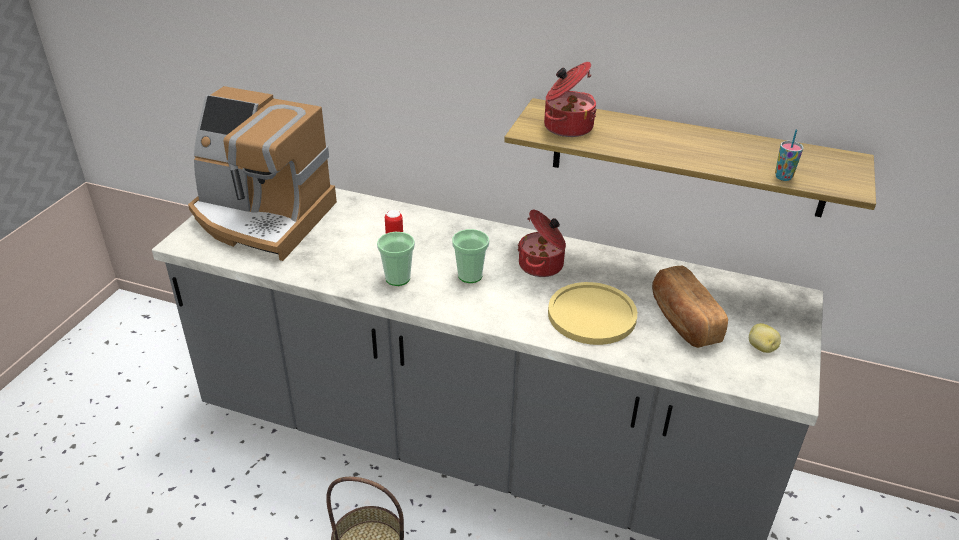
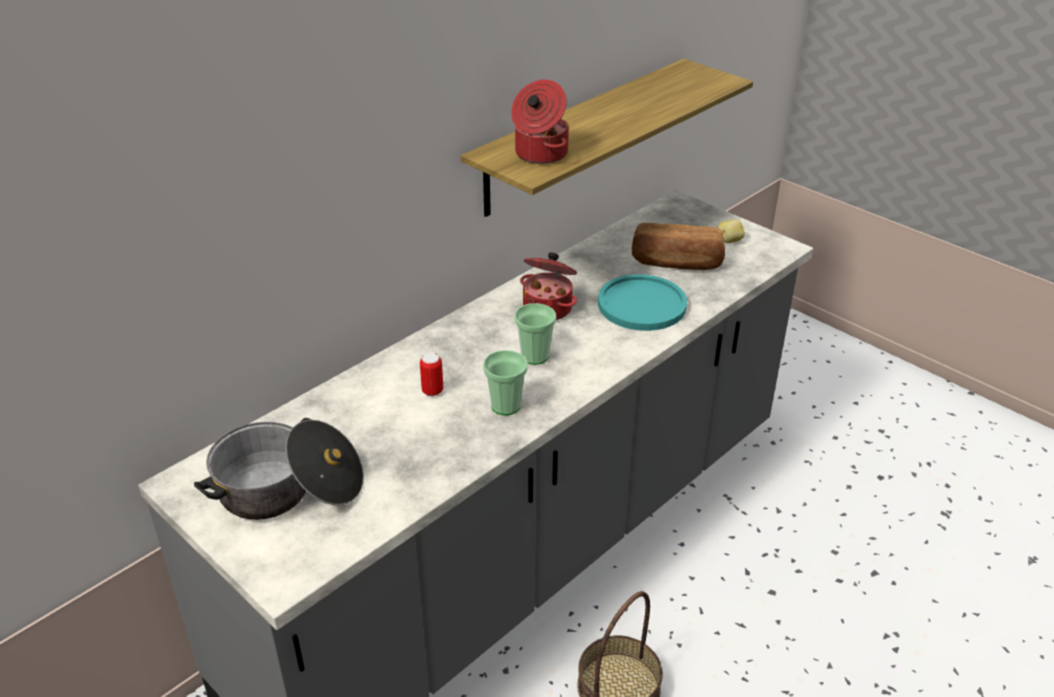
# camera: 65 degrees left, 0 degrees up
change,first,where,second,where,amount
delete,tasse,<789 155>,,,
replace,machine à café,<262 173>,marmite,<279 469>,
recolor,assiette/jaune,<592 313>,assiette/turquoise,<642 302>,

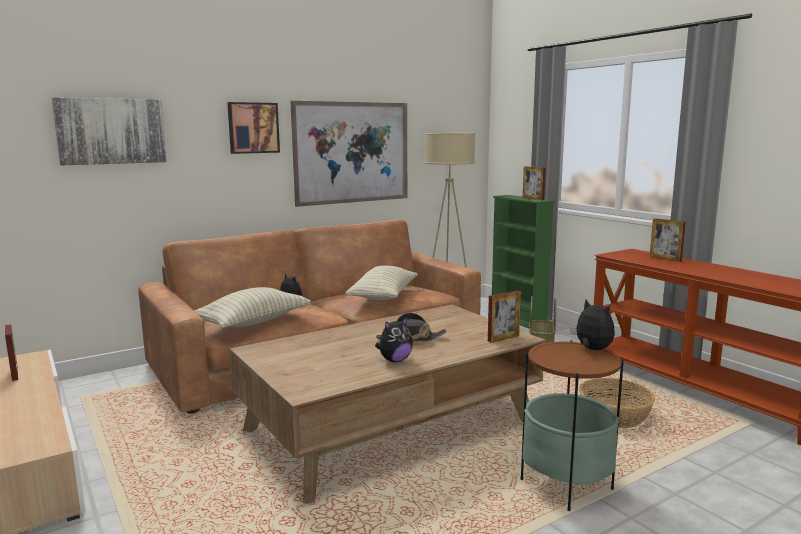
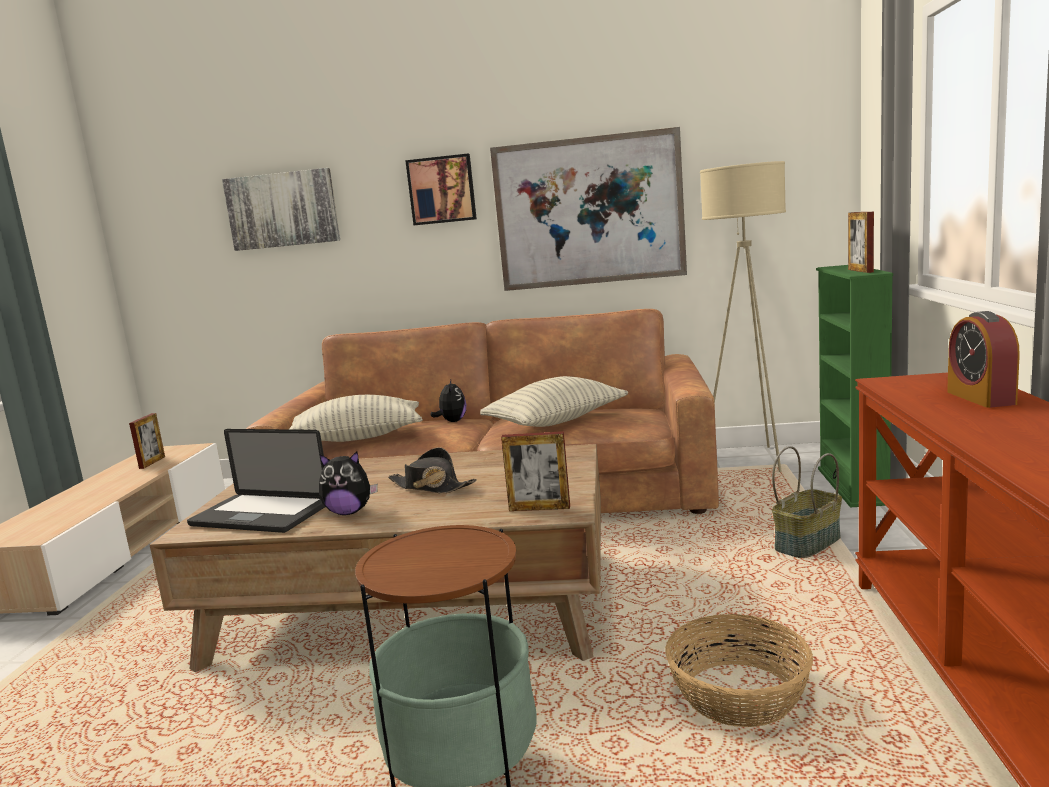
# camera: 40 degrees right, 0 degrees up
change,first,where,second,where,amount
delete,peluche,<592 324>,,,
insert,,,ordinateur portable,<256 481>,
replace,cadre photo,<668 240>,réveil,<983 359>,

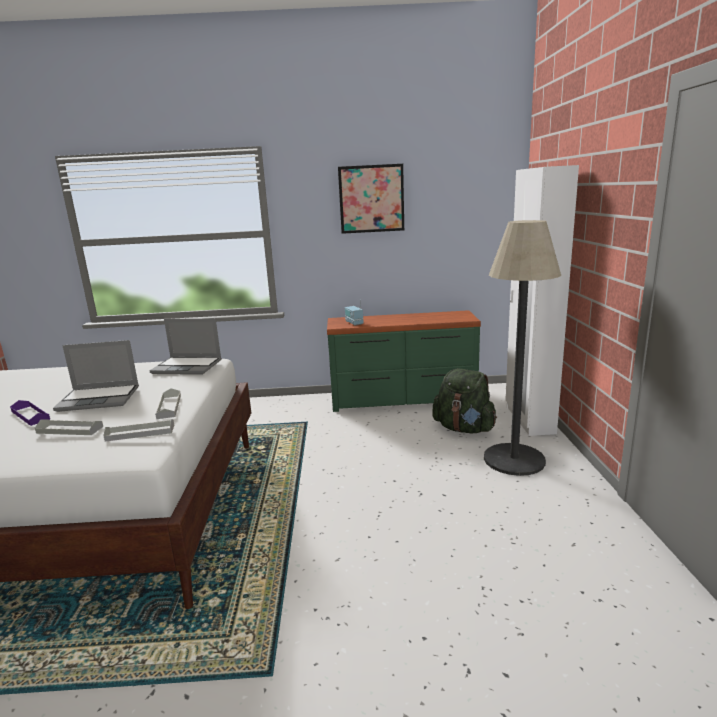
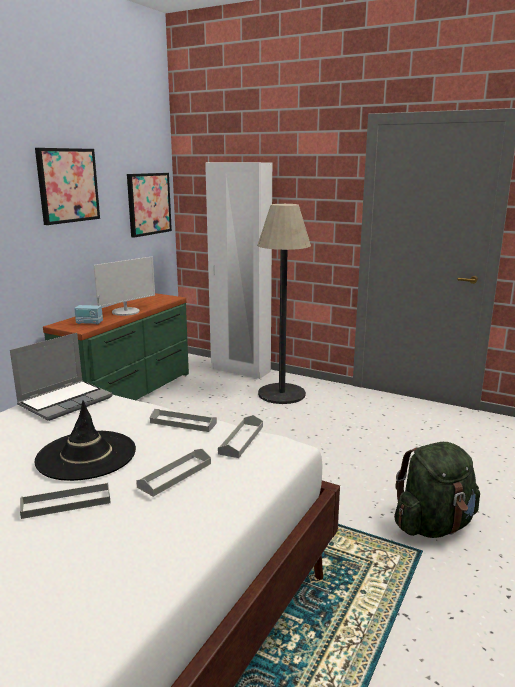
# camera: 60 degrees left, 0 degrees up
change,first,where,second,where,amount
insert,,,écran d'ordinateur,<124 286>,
insert,,,tableau,<149 205>,
move,sac à dos/vert,<464 401>,,<437 490>,
replace,ordinateur portable,<96 376>,chapeau/noir,<85 440>,
recolor,plateau/violet,<30 413>,plateau/gris,<65 500>,

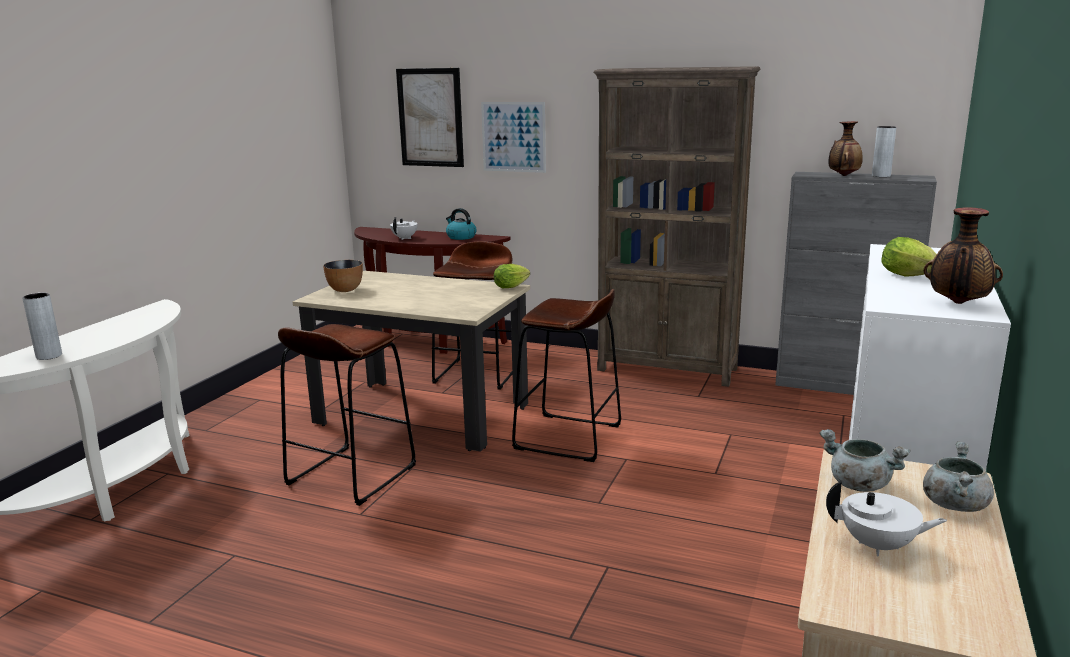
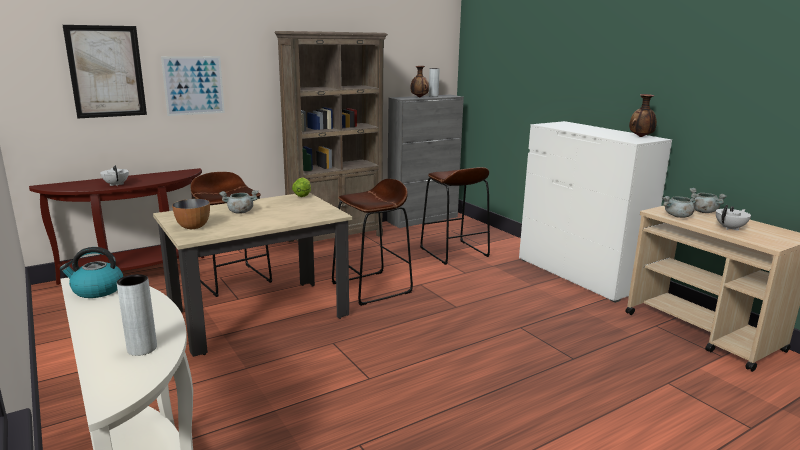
# camera: 55 degrees left, 0 degrees up
change,first,where,second,where,amount
delete,laitue,<909 257>,,,
insert,,,marmite/gris,<238 202>,
move,tabouret/marron,<347 415>,,<455 216>,
move,bouilloire,<461 224>,,<91 272>,

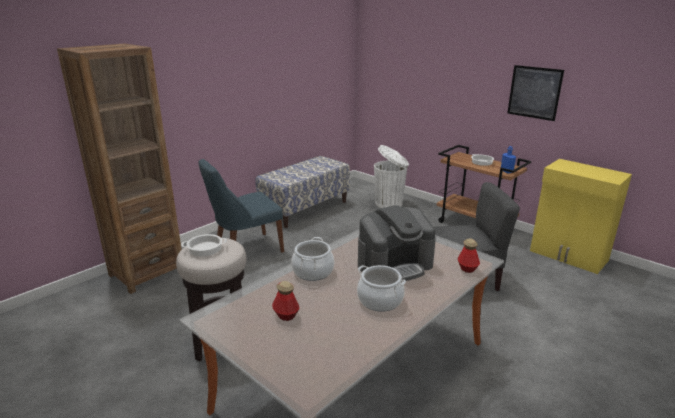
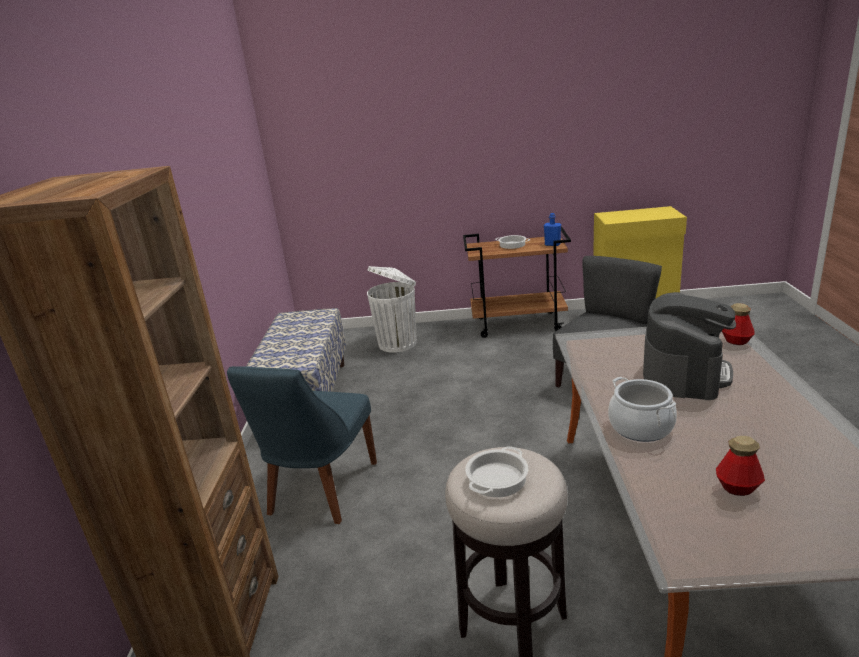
# camera: 40 degrees left, 0 degrees up
change,first,where,second,where,amount
delete,marmite,<381 288>,,,
delete,tableau,<535 93>,,,

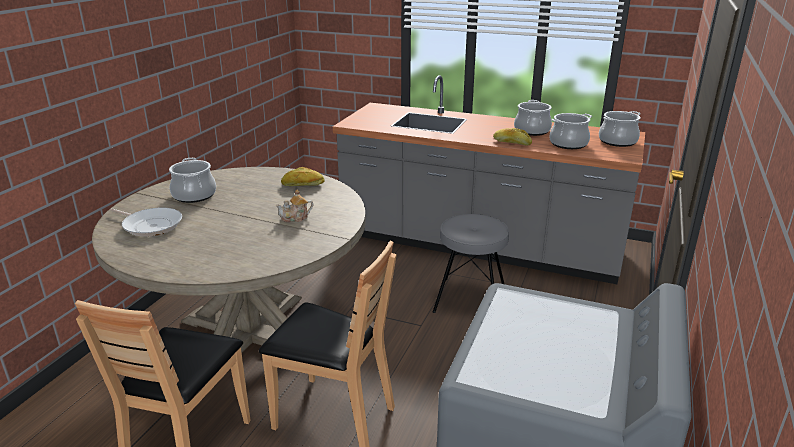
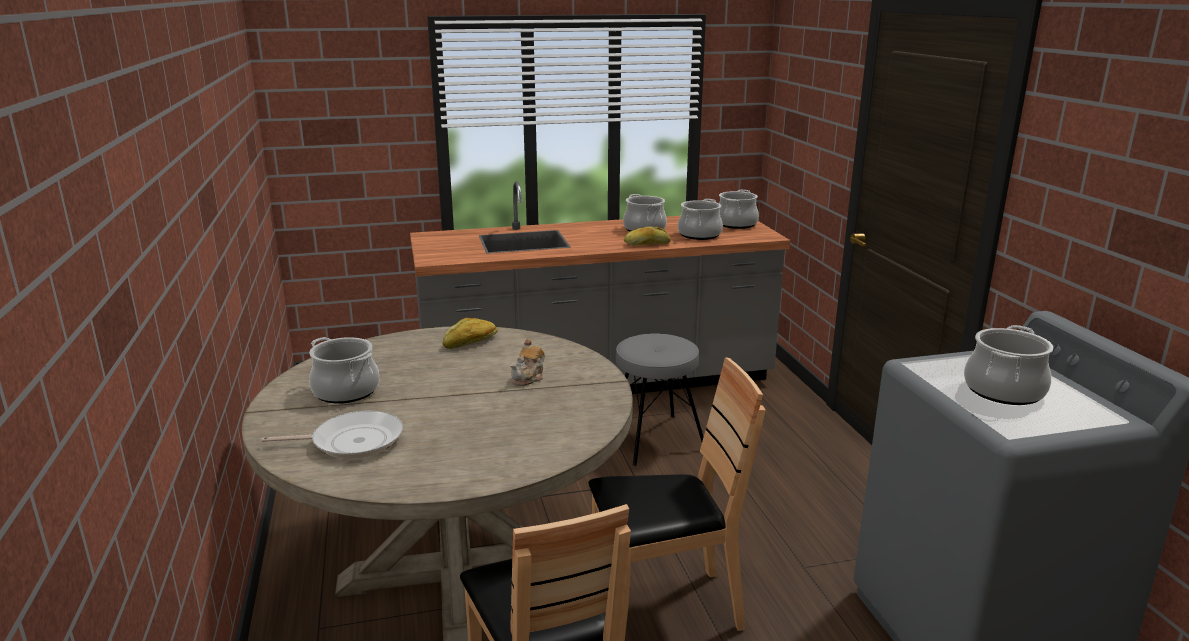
# camera: 35 degrees left, 5 degrees down
change,first,where,second,where,amount
insert,,,marmite,<1008 365>,

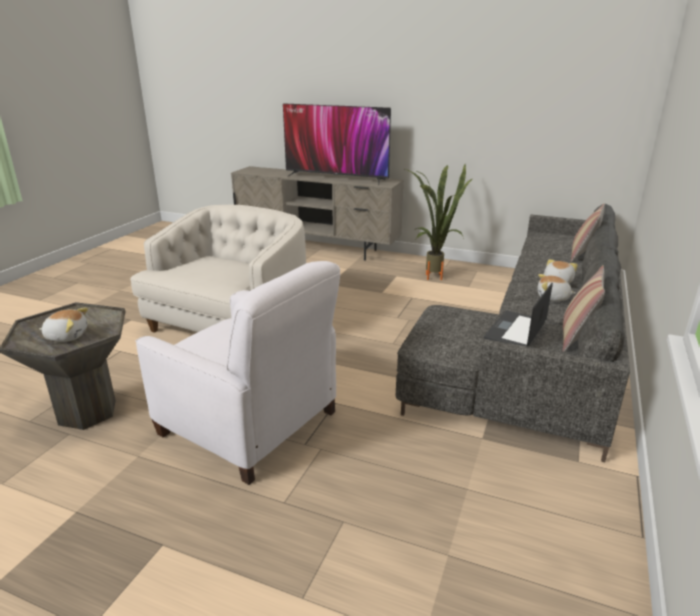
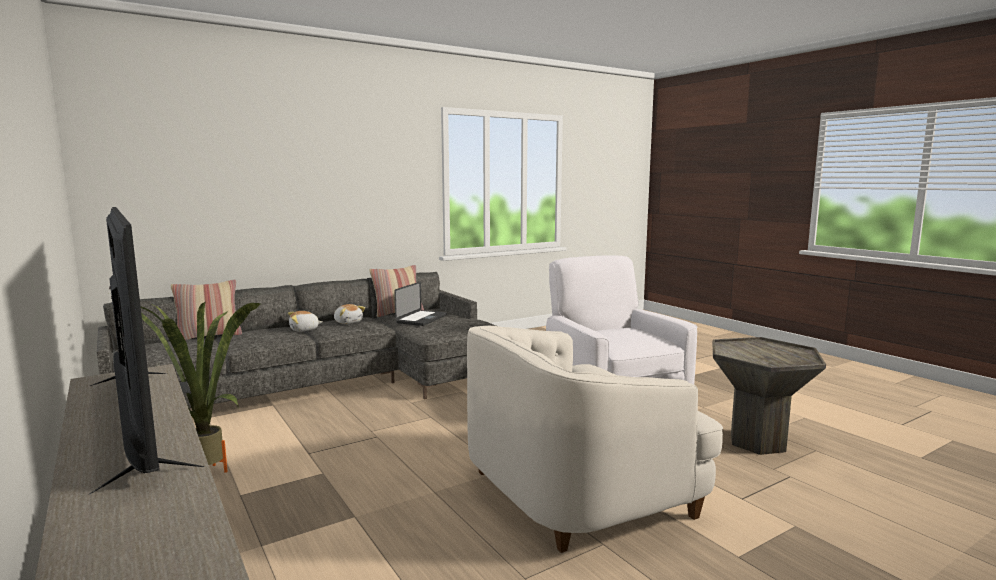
# camera: 145 degrees left, 15 degrees down
change,first,where,second,where,amount
delete,peluche,<63 325>,,,
rotate,ordinateur portable,<518 315>,,<421 304>,45 degrees counterclockwise

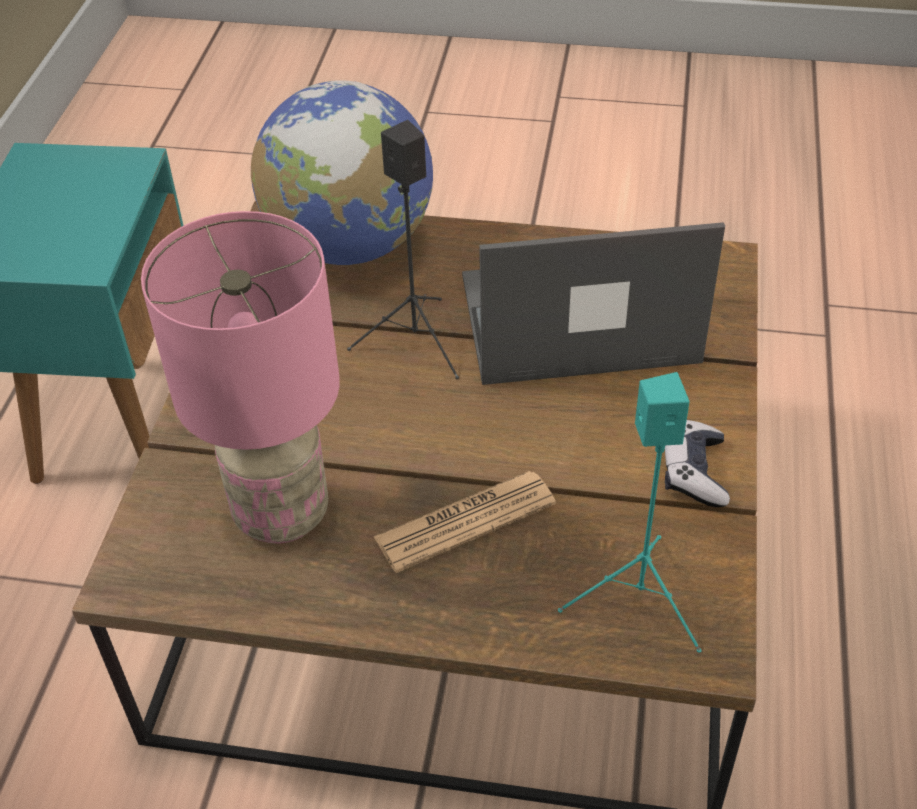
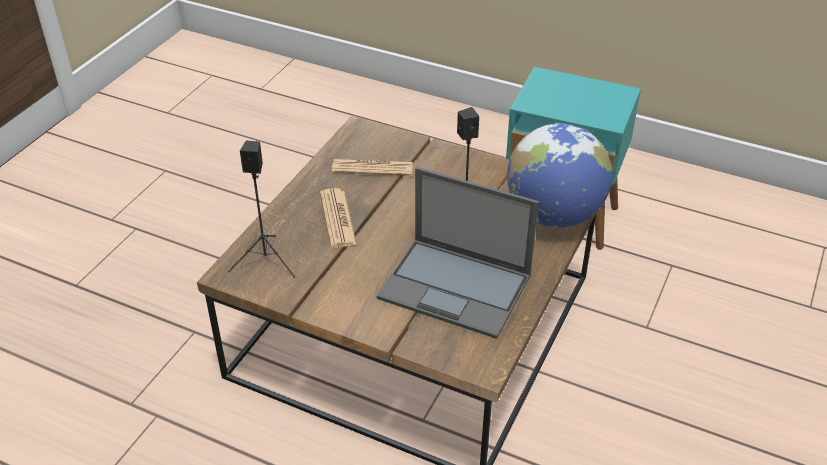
# camera: 105 degrees right, 5 degrees down
change,first,where,second,where,amount
delete,manette,<697 463>,,,
replace,lampe de table/rose,<240 377>,journal,<372 167>,
recolor,enceinte/turquoise,<630 512>,enceinte/noir,<261 209>,
rotate,ordinateur portable,<593 303>,,<458 253>,105 degrees clockwise

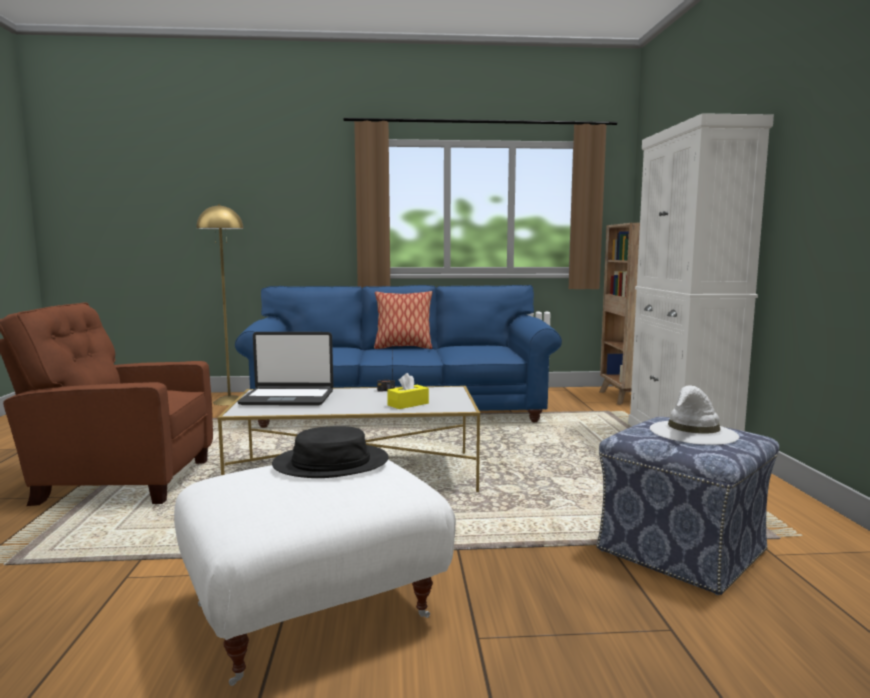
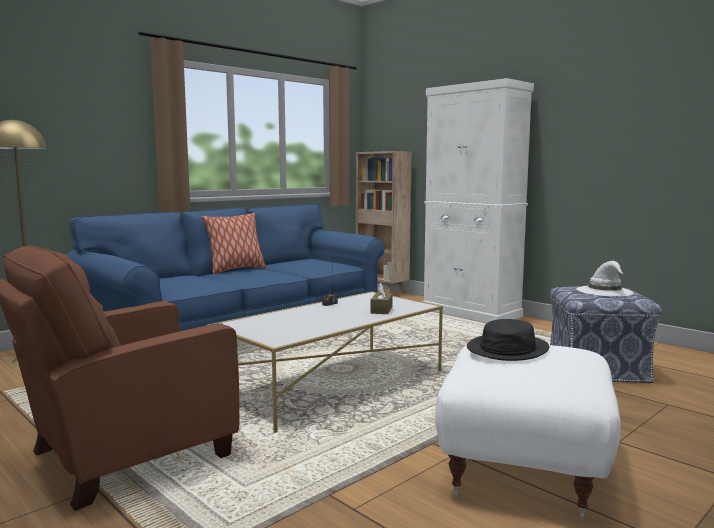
# camera: 40 degrees left, 0 degrees up
change,first,where,second,where,amount
delete,ordinateur portable,<285 369>,,,
recolor,boîte à mouchoirs/jaune,<408 391>,boîte à mouchoirs/marron,<382 298>,

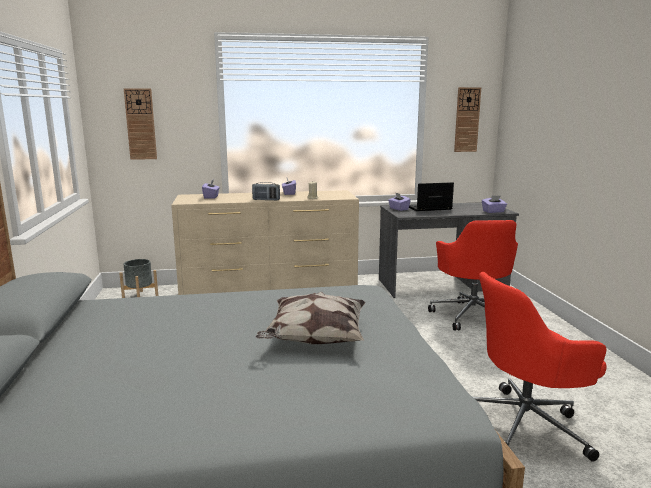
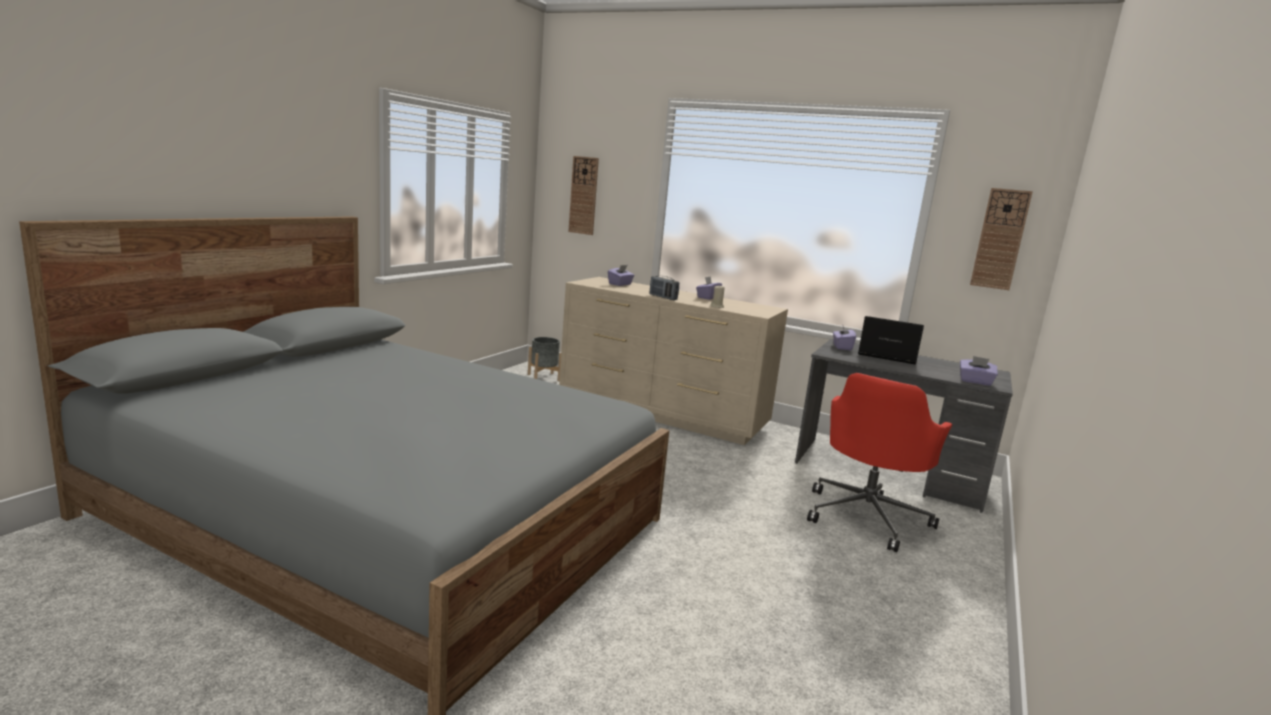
# camera: 35 degrees right, 0 degrees up
change,first,where,second,where,amount
delete,coussin,<310 318>,,,
delete,chaise de bureau/rouge,<540 367>,,,

